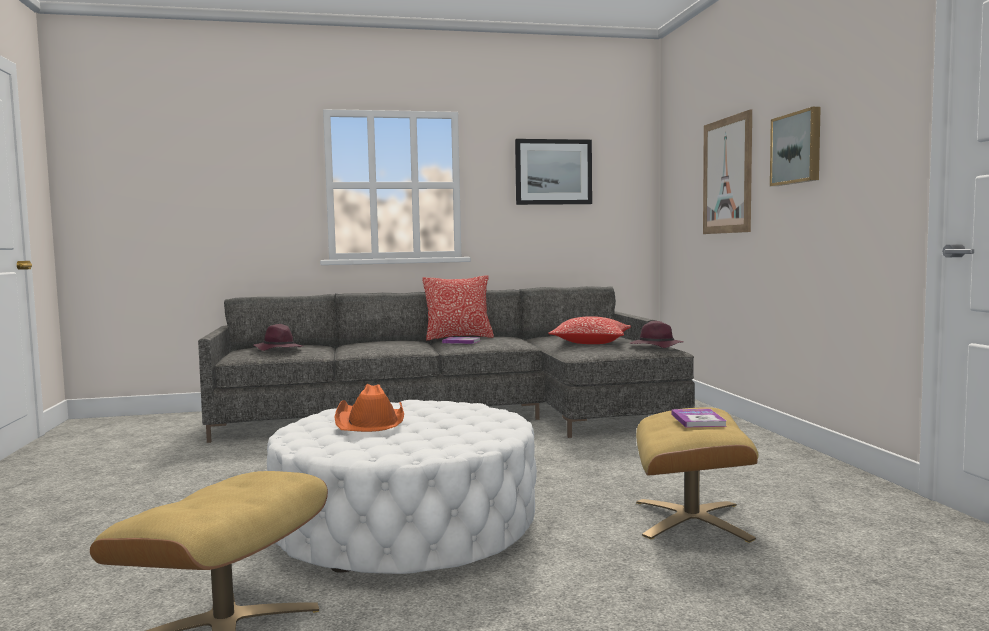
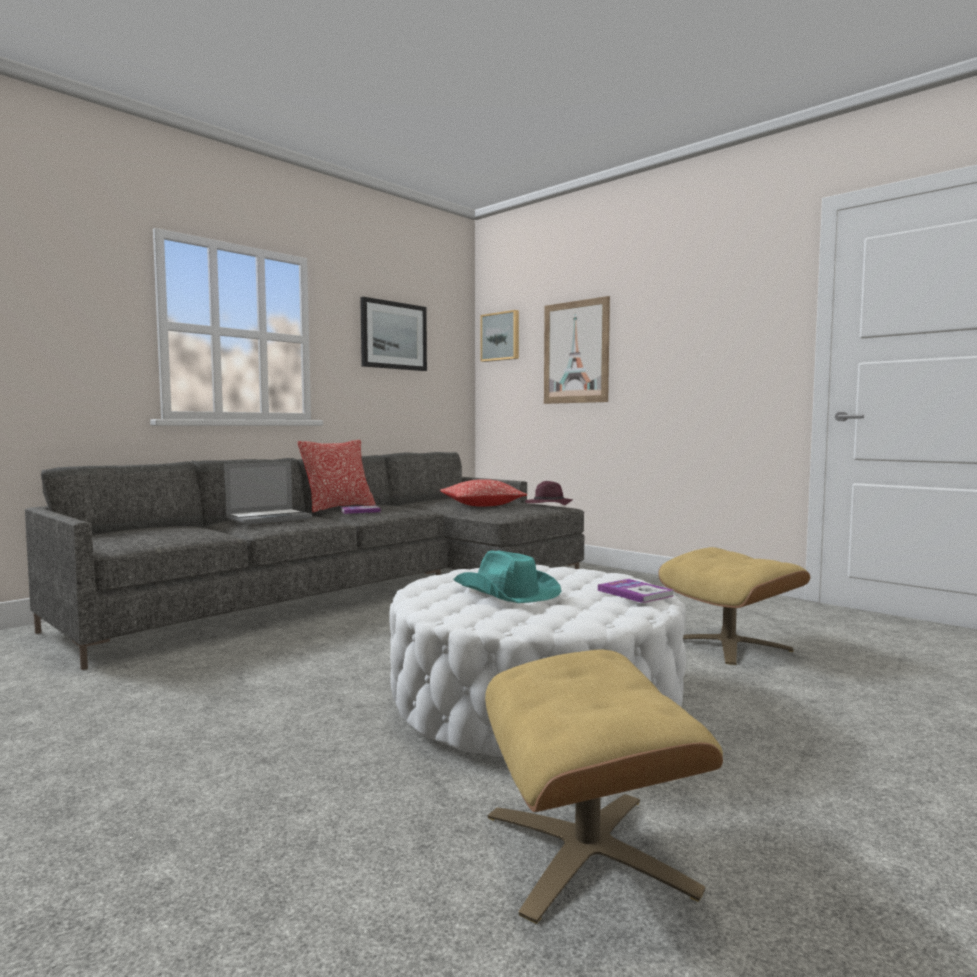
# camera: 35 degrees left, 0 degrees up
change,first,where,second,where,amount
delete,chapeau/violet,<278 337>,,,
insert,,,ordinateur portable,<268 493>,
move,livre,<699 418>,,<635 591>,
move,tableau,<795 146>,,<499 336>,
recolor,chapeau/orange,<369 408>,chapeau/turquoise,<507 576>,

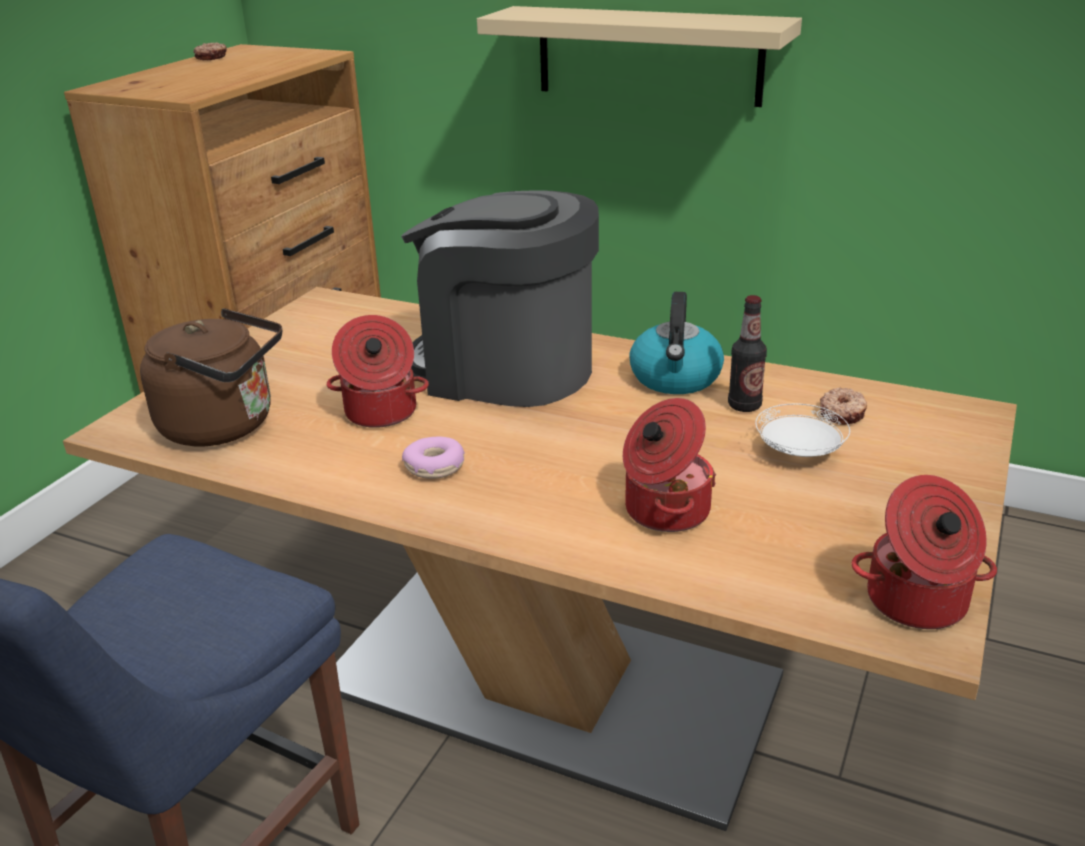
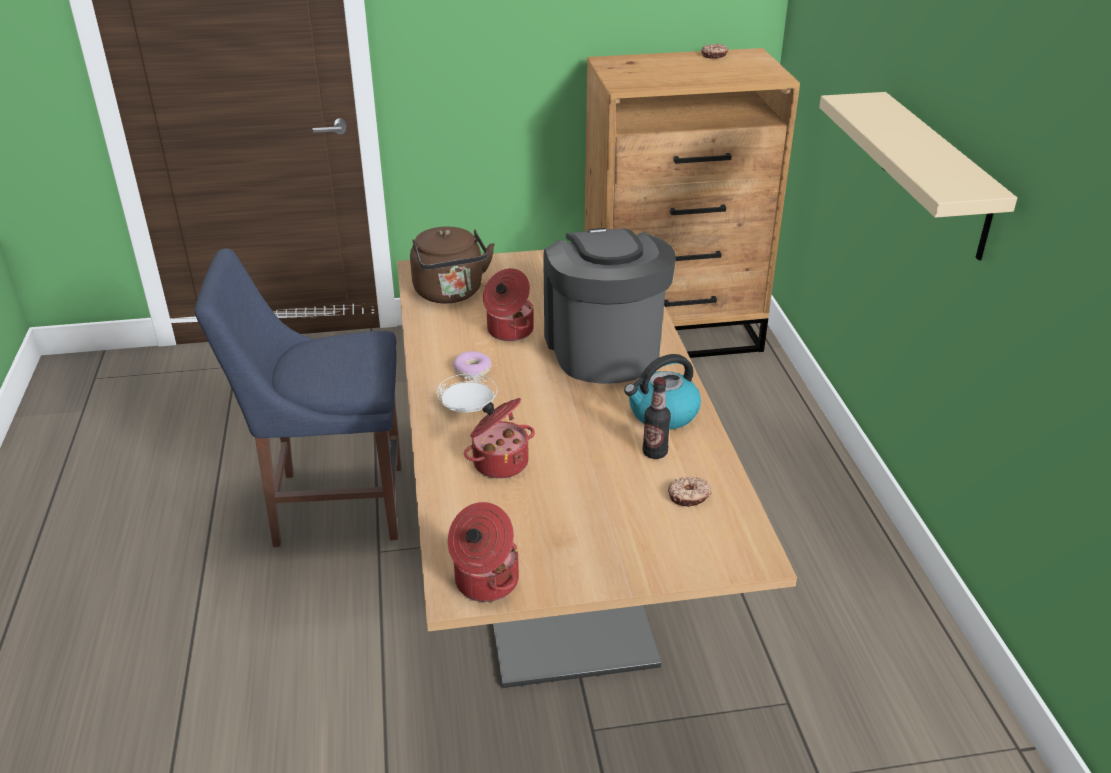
# camera: 55 degrees right, 5 degrees up
change,first,where,second,where,amount
move,assiette/blanc,<802 430>,,<467 393>,

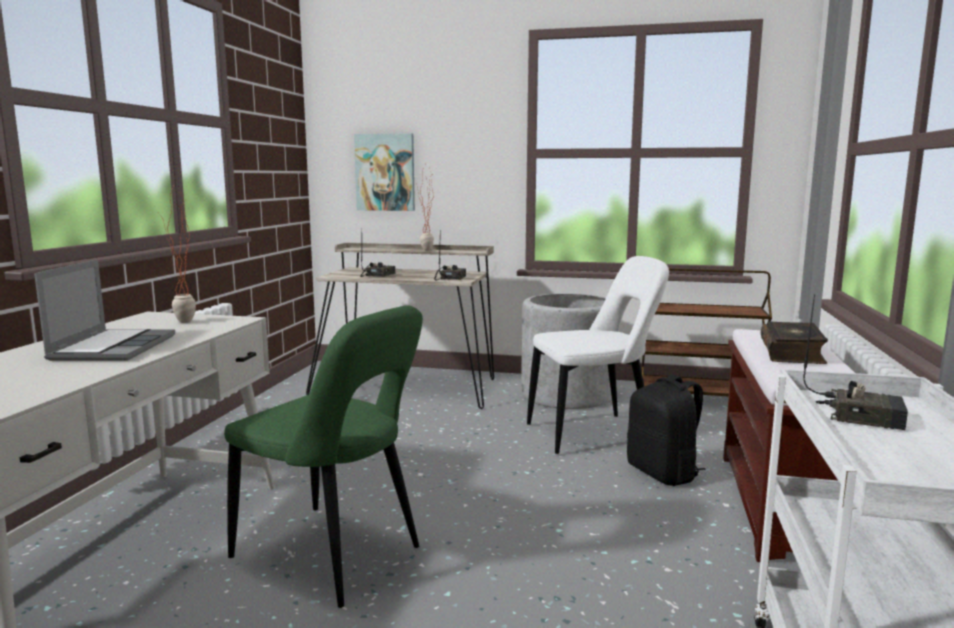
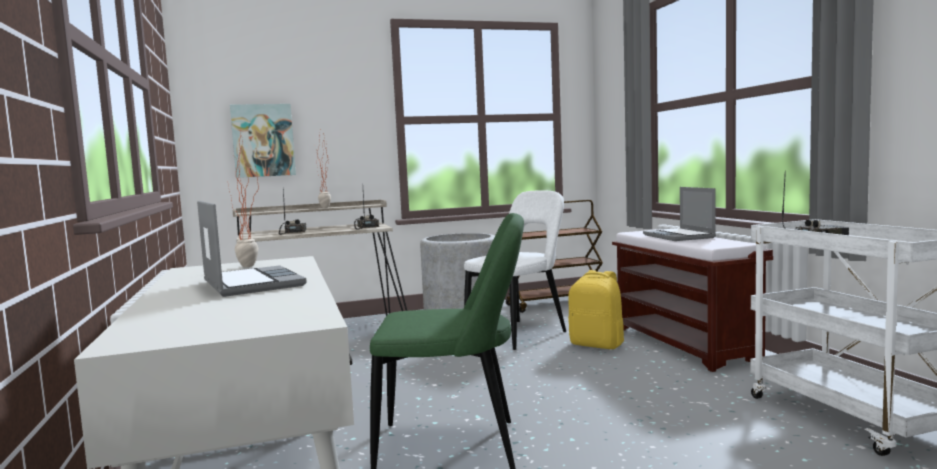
# camera: 30 degrees left, 5 degrees down
change,first,where,second,where,amount
replace,livre,<794 342>,ordinateur portable,<679 214>,
recolor,sac à dos/noir,<666 430>,sac à dos/jaune,<596 309>,

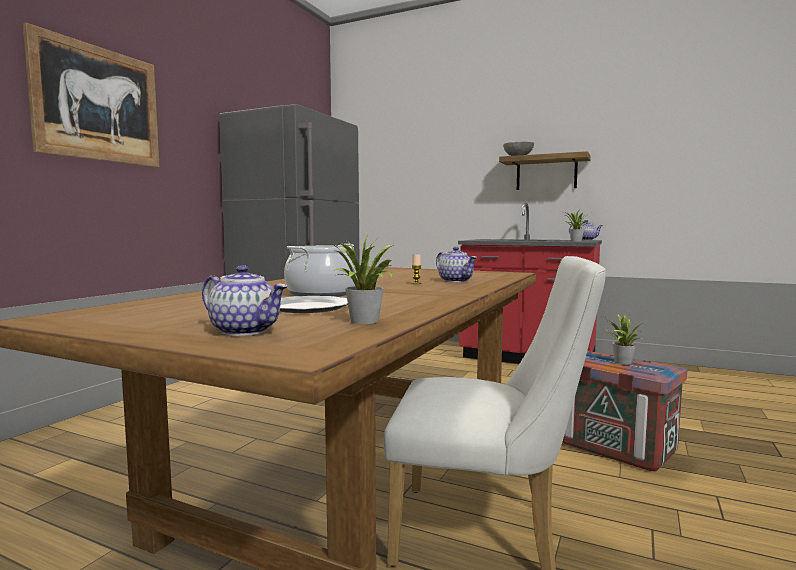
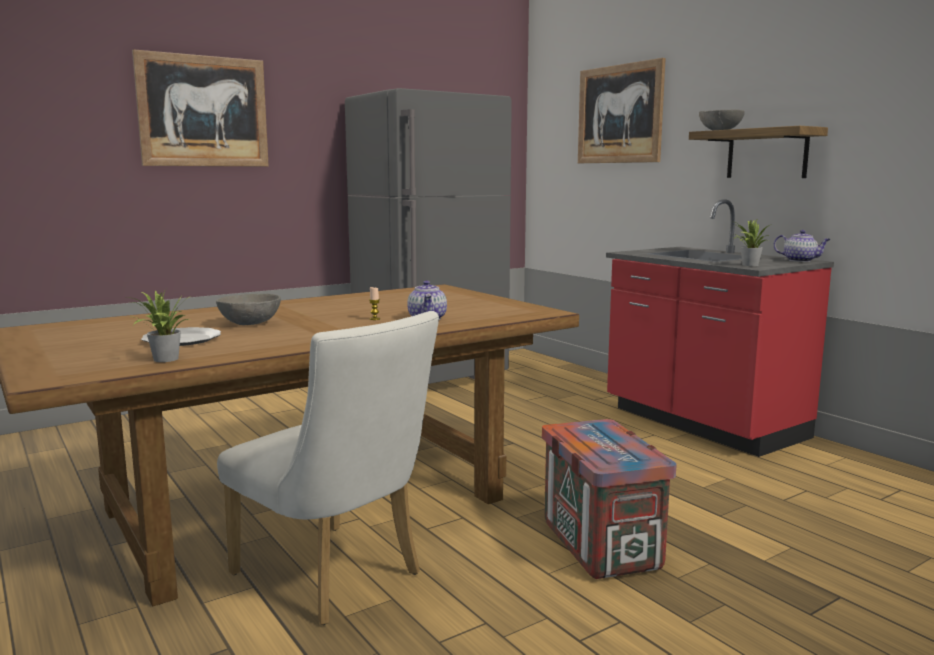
# camera: 30 degrees right, 5 degrees up
change,first,where,second,where,amount
delete,théière,<244 300>,,,
delete,plante en pot,<622 339>,,,
insert,,,tableau,<622 110>,
replace,marmite,<321 270>,bol/gris,<248 309>,

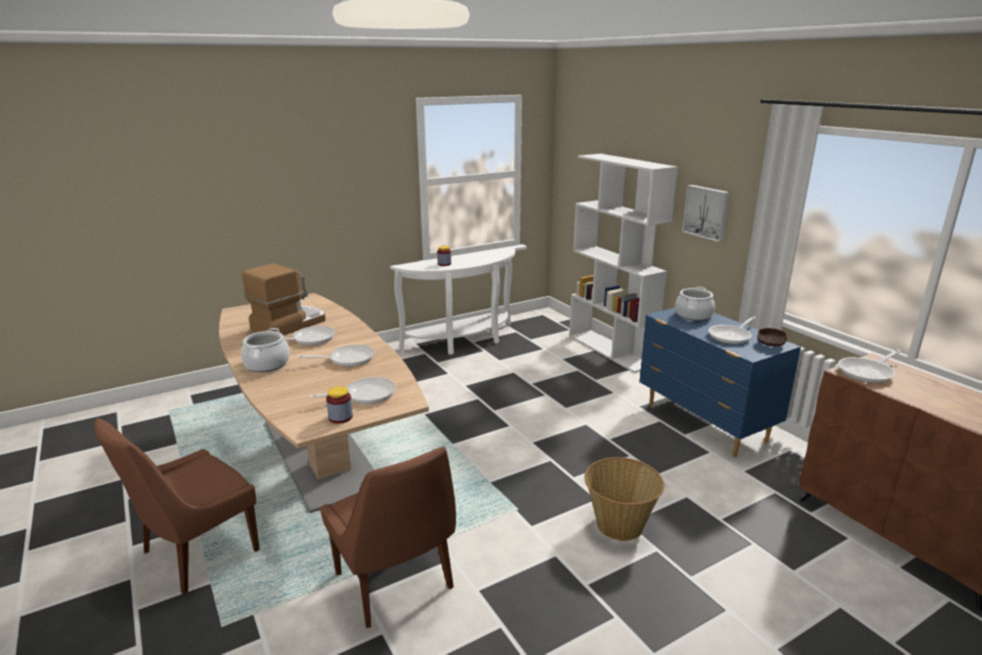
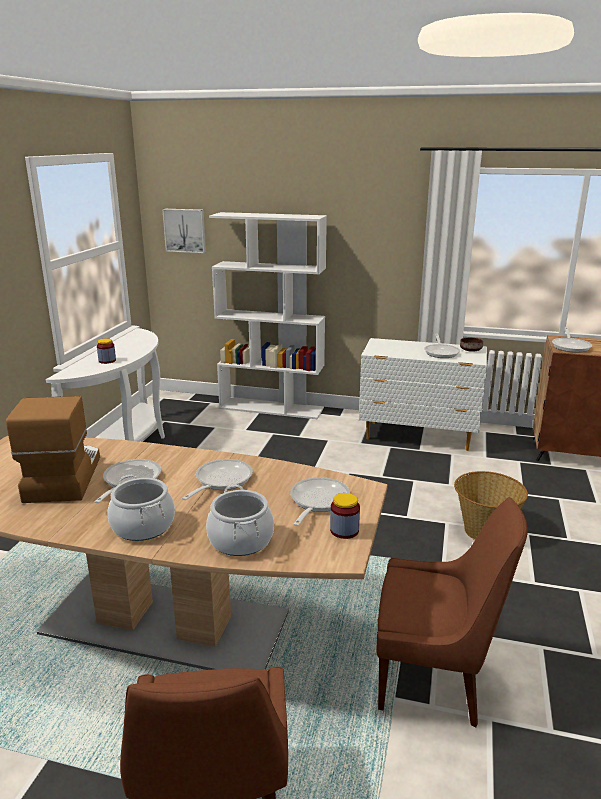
# camera: 45 degrees left, 0 degrees up
change,first,where,second,where,amount
move,marmite,<695 303>,,<240 520>,
move,tableau,<706 213>,,<184 231>,
recolor,commode/bleu,<720 382>,commode/blanc,<423 394>,

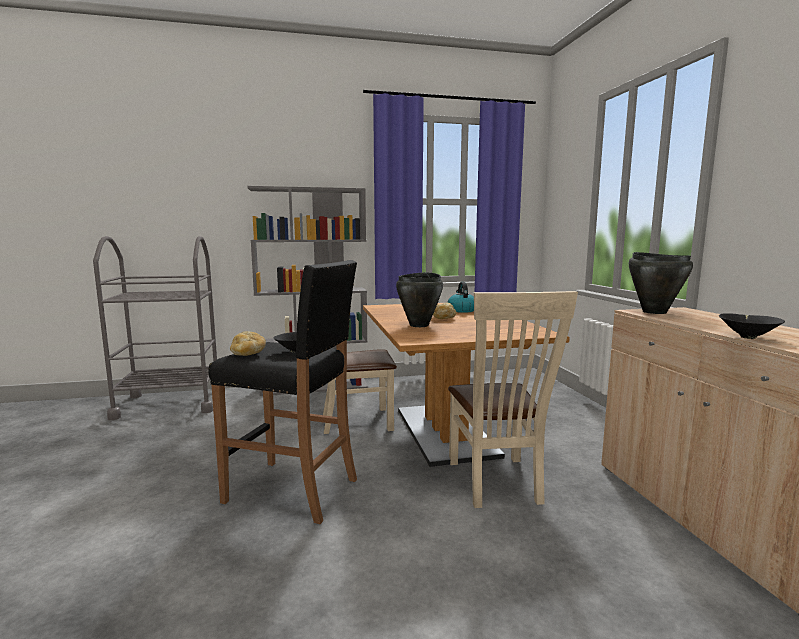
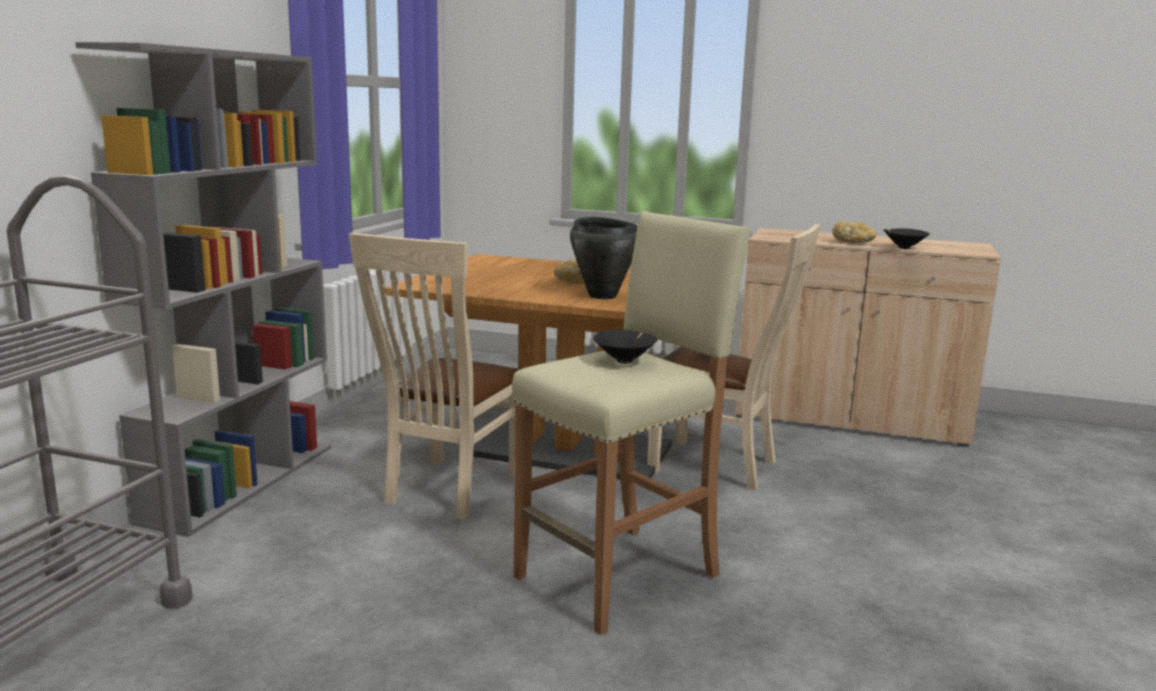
# camera: 60 degrees left, 5 degrees up
change,first,where,second,where,amount
delete,bouilloire,<460 297>,,,
delete,marmite/noir,<661 283>,,,
move,pain,<248 344>,,<854 232>,
recolor,tabouret/noir,<282 392>,tabouret/beige,<631 423>,

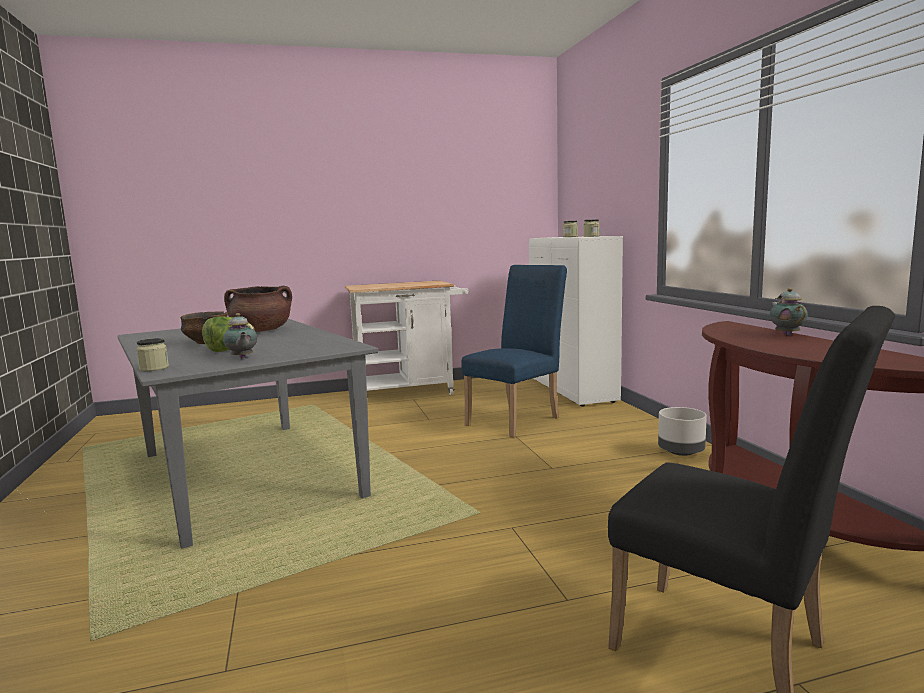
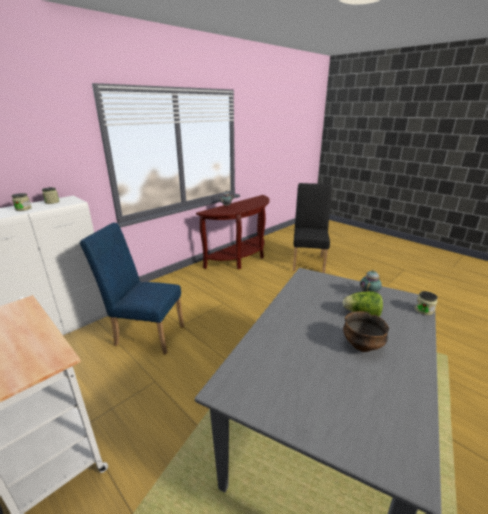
# camera: 120 degrees left, 15 degrees up
change,first,where,second,where,amount
delete,marmite/marron,<258 309>,,,
delete,cache-pot/gris,<682 431>,,,

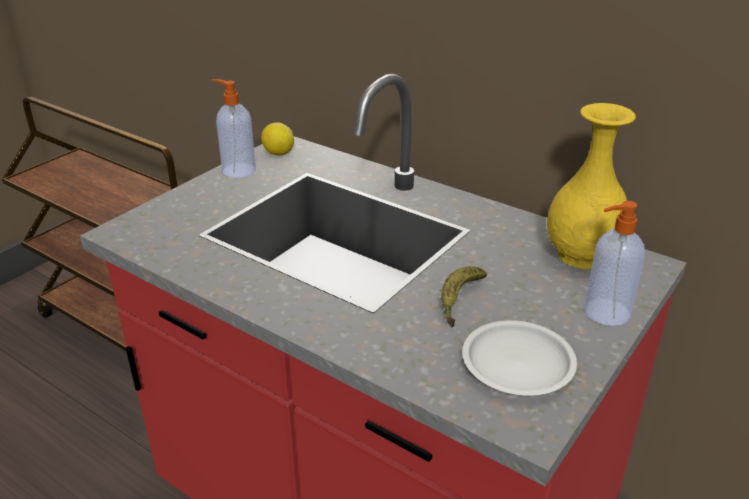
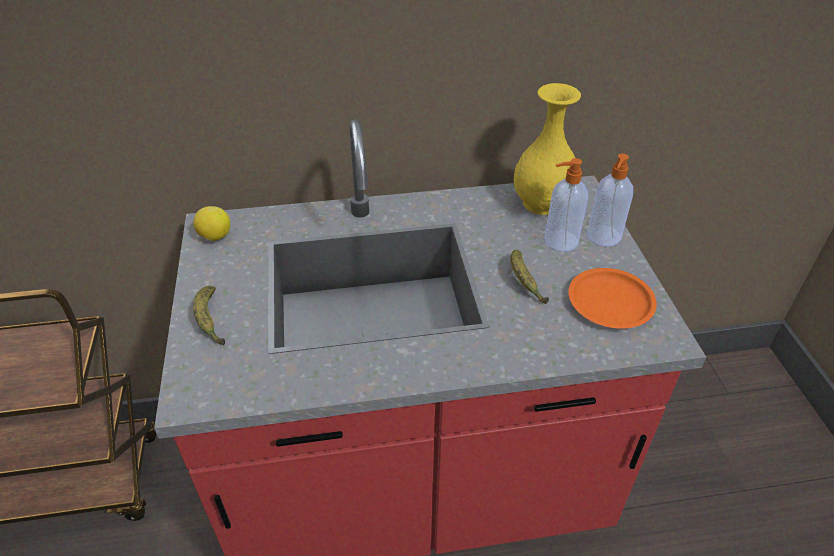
# camera: 45 degrees left, 10 degrees up
change,first,where,second,where,amount
insert,,,banane,<209 315>,
move,distributeur de savon,<234 128>,,<566 205>,
recolor,assiette/blanc,<519 357>,assiette/orange,<612 298>,

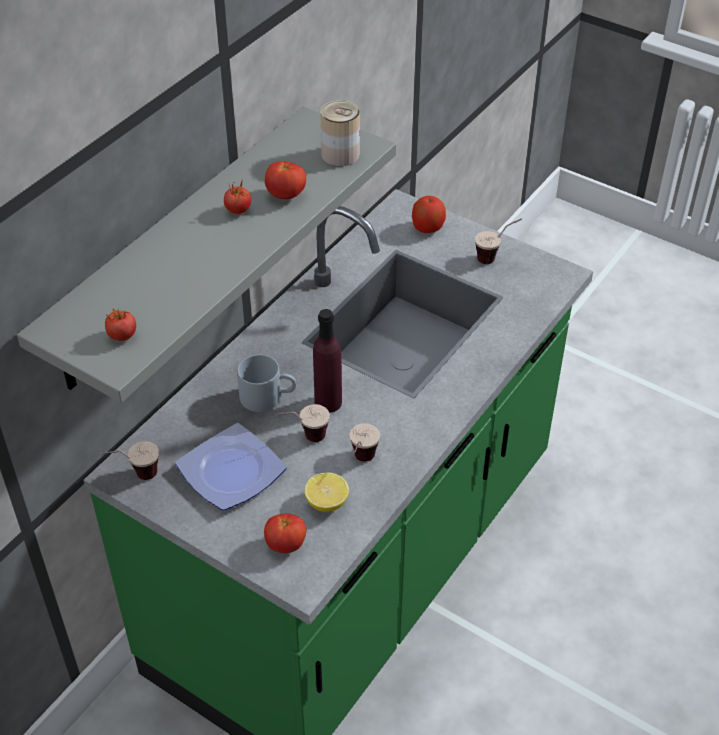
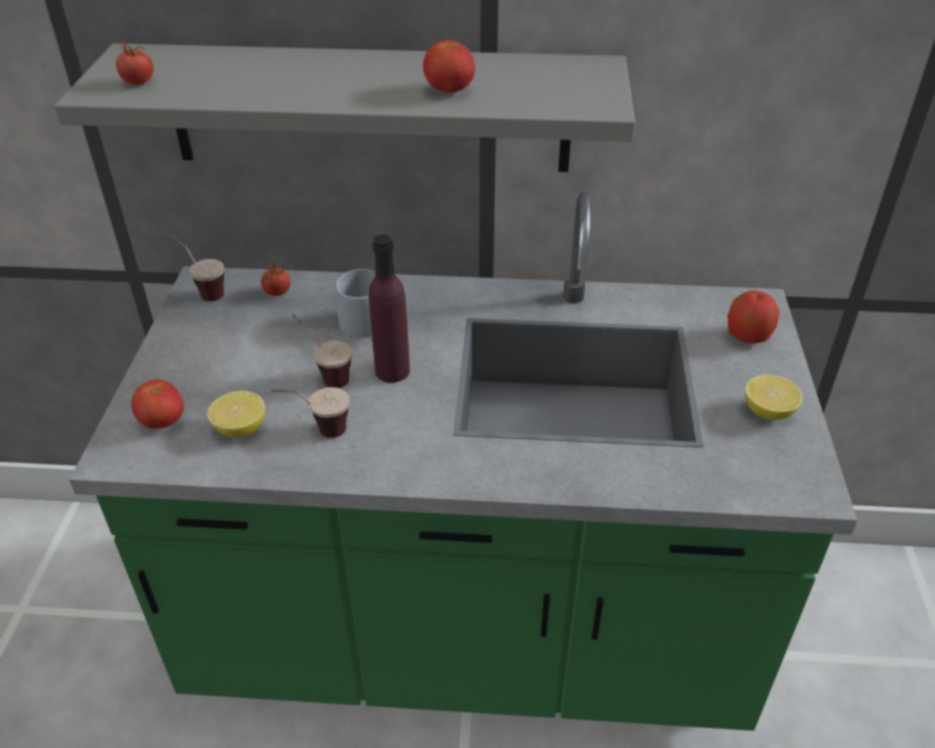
# camera: 60 degrees right, 5 degrees down
change,first,where,second,where,amount
delete,assiette,<231 467>,,,
delete,boîte métallique,<340 133>,,,
move,tomate,<237 197>,,<276 278>,
replace,tasse,<498 241>,citron,<773 397>,

